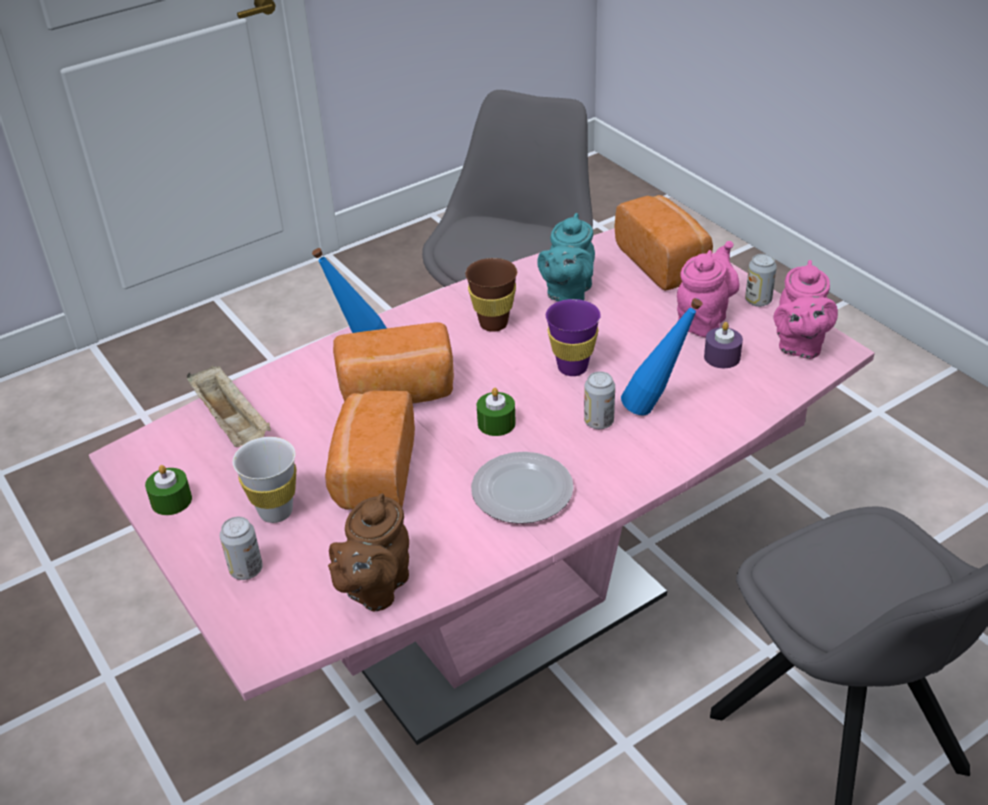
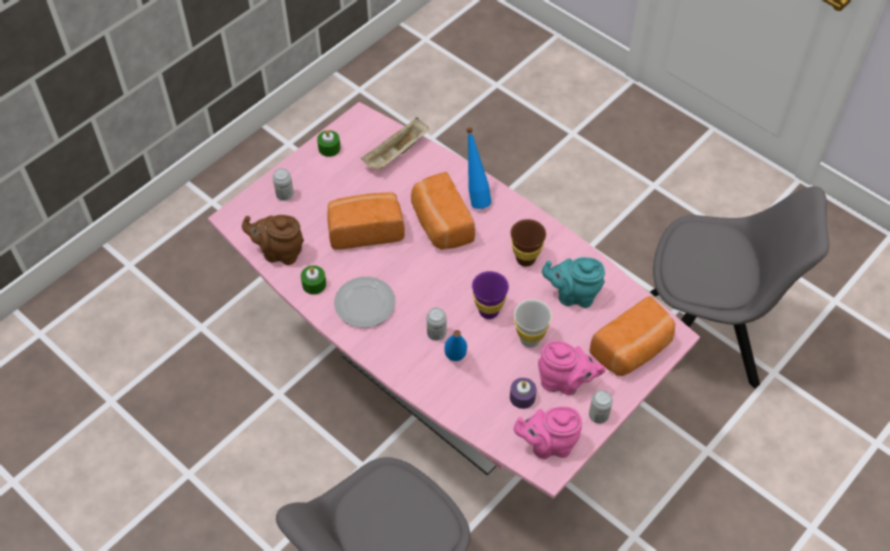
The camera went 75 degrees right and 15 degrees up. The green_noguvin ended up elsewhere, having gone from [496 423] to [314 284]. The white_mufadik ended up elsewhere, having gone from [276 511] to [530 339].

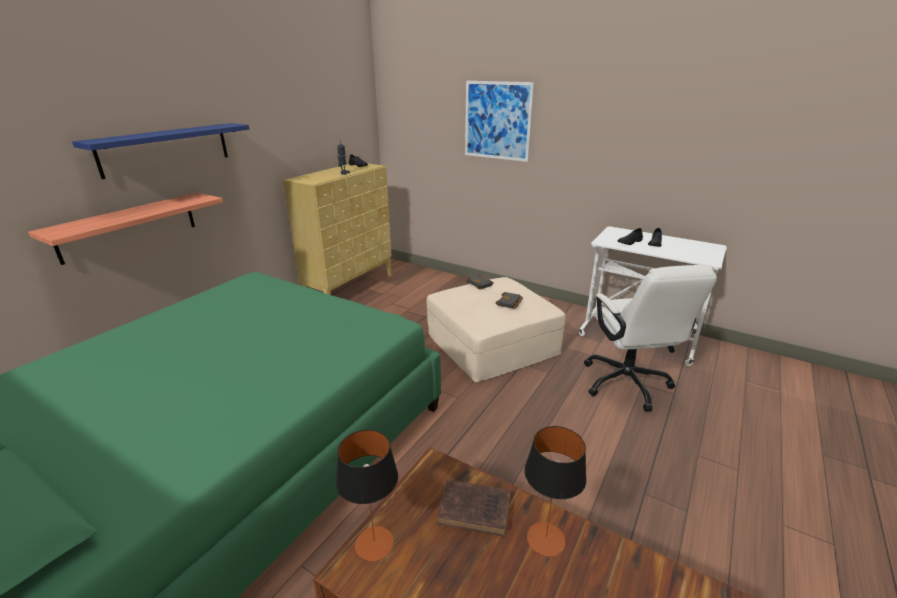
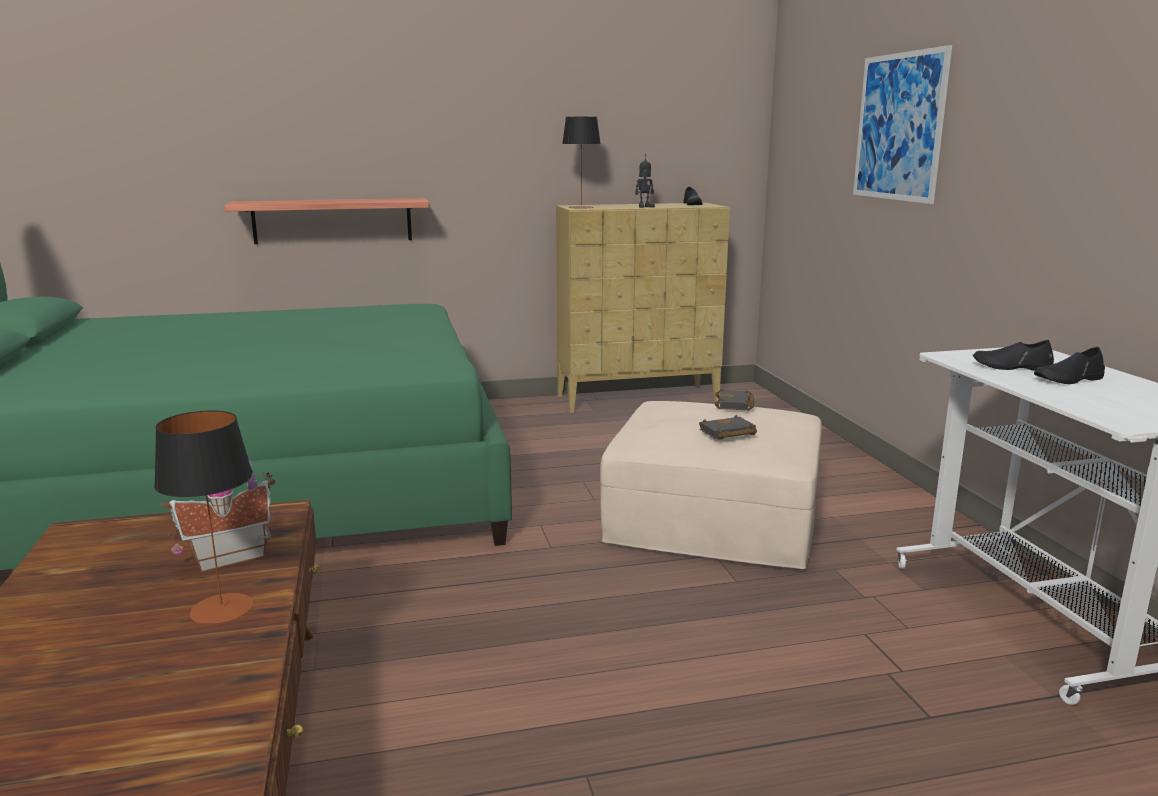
The camera went 45 degrees right and 10 degrees down. The second view lost the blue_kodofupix at [166 149]. The second view lost the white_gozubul at [628 386]. The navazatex ended up elsewhere, having gone from [374 543] to [581 207]. Where the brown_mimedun stood at [476 510], the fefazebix came to stand at [227 557].

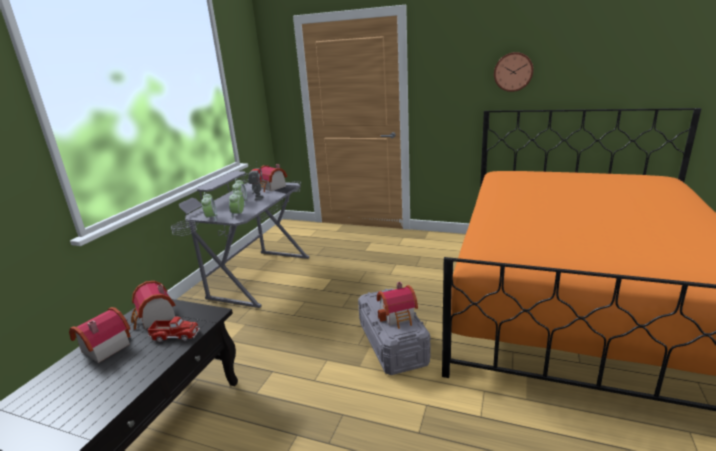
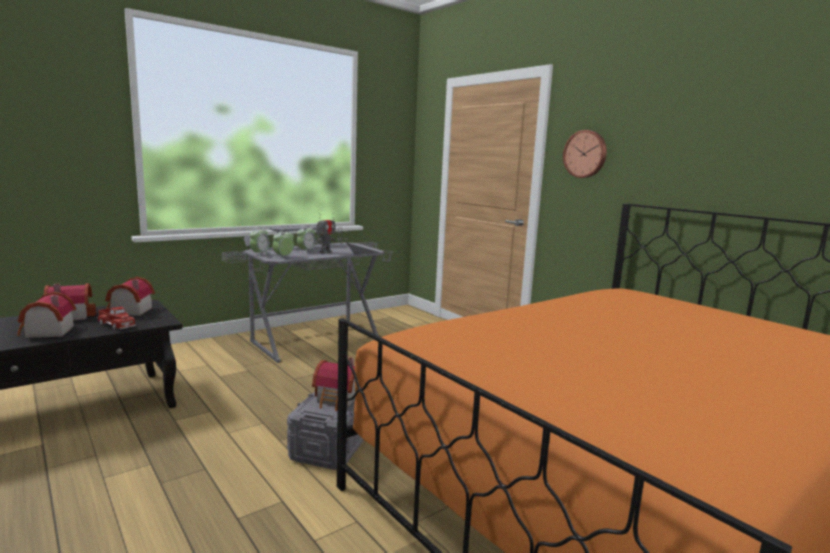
The camera went 30 degrees right and 10 degrees down. The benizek ended up elsewhere, having gone from [513 72] to [585 154]. The fefazebix ended up elsewhere, having gone from [272 187] to [46 332].

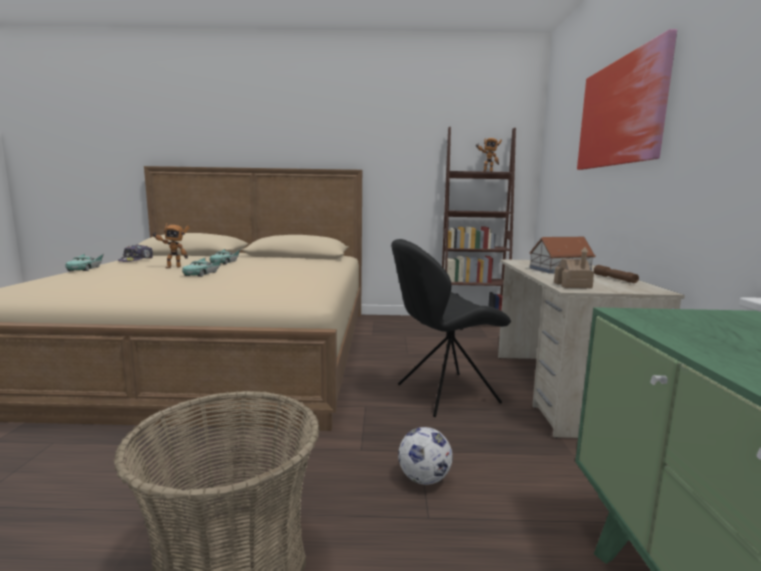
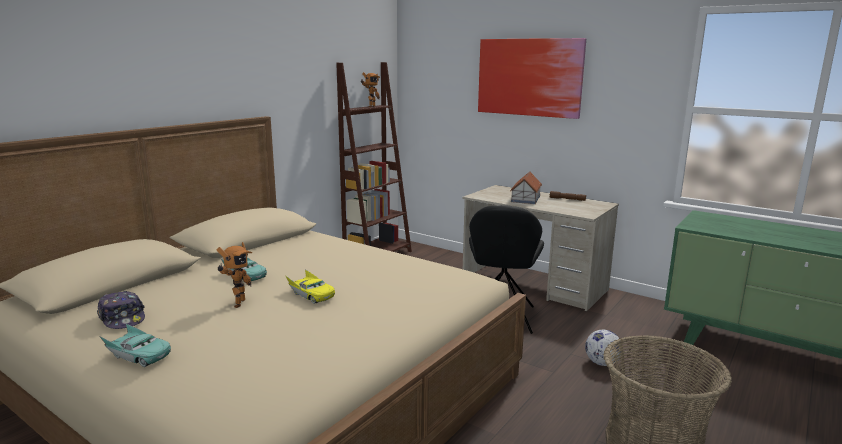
The camera went 55 degrees left and 5 degrees up. The second view lost the fefazebix at [572 285]. What was the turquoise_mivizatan at [202 273] turned into the yellow_mivizatan at [311 295].

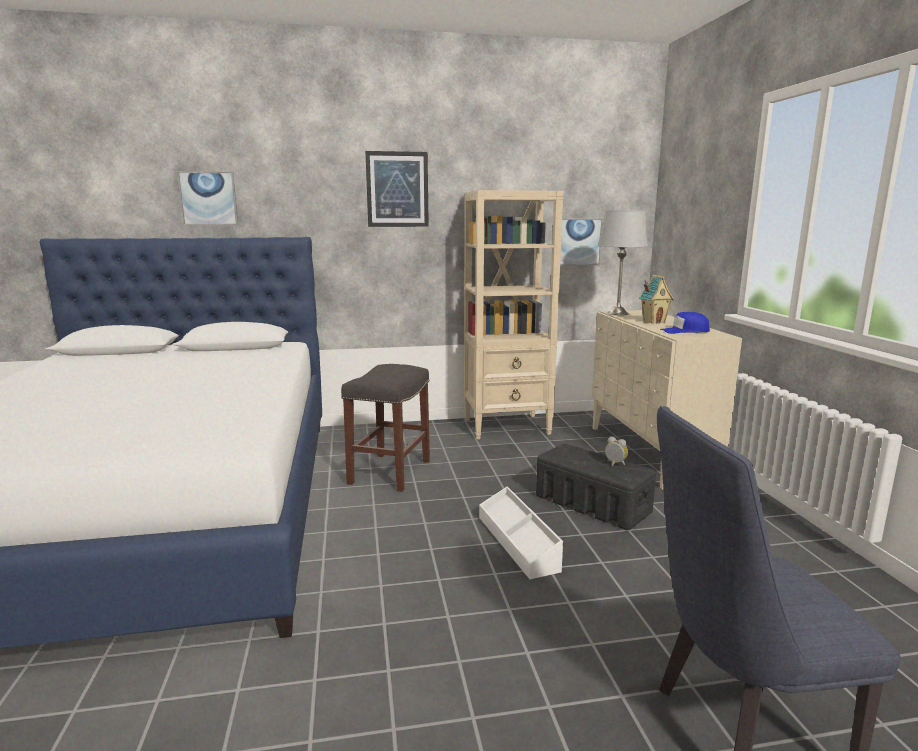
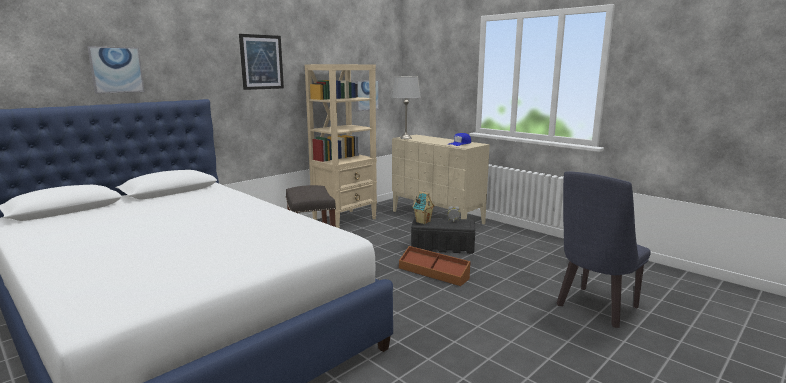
The camera went 35 degrees left and 0 degrees up. The fefazebix ended up elsewhere, having gone from [654 322] to [423 222]. What was the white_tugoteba at [518 542] turned into the brown_tugoteba at [433 273].

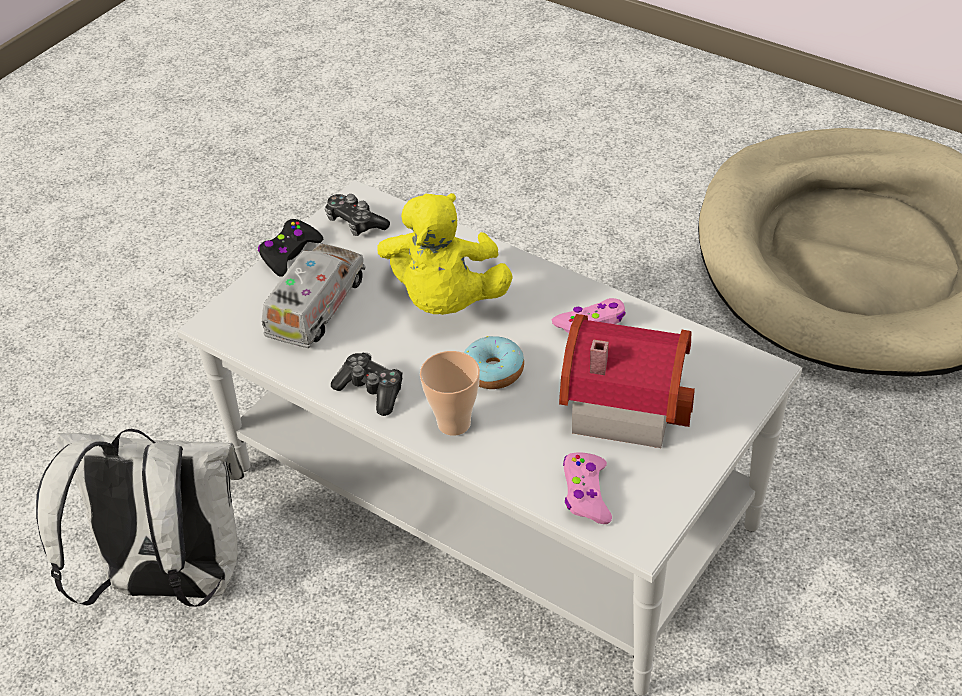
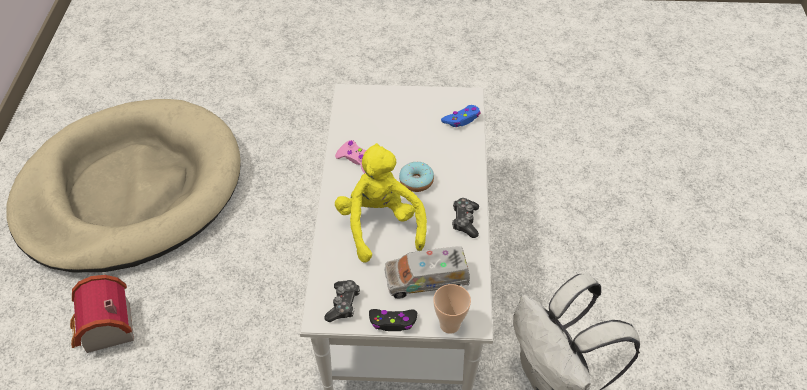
The camera went 125 degrees left and 5 degrees up. The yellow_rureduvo at [446 300] ended up facing another way, 75 degrees counterclockwise from before. The fefazebix ended up elsewhere, having gone from [622 401] to [104 330]. The mufadik ended up elsewhere, having gone from [454 423] to [450 324]. What was the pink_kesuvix at [586 494] turned into the blue_kesuvix at [462 119].

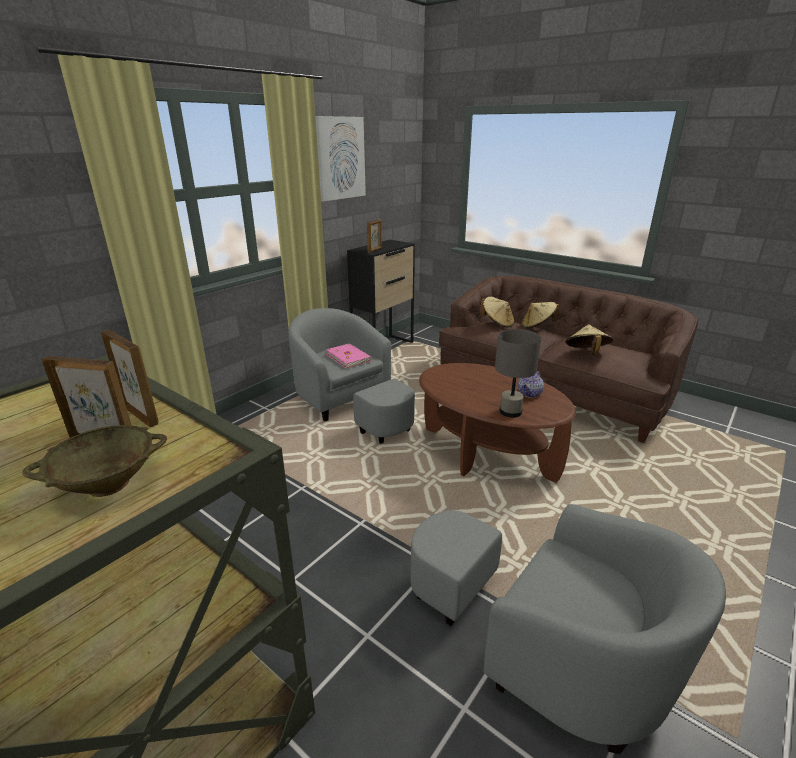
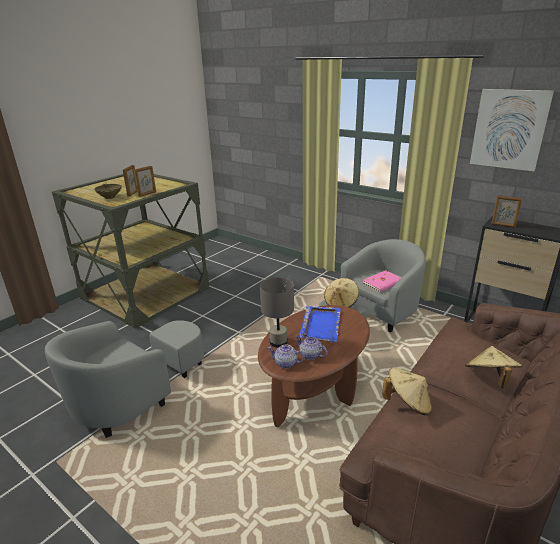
The camera went 90 degrees right and 0 degrees up. The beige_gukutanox ended up elsewhere, having gone from [497 323] to [341 303]. The second view gained the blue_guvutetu at [321 324]. The second view gained the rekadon at [286 363].

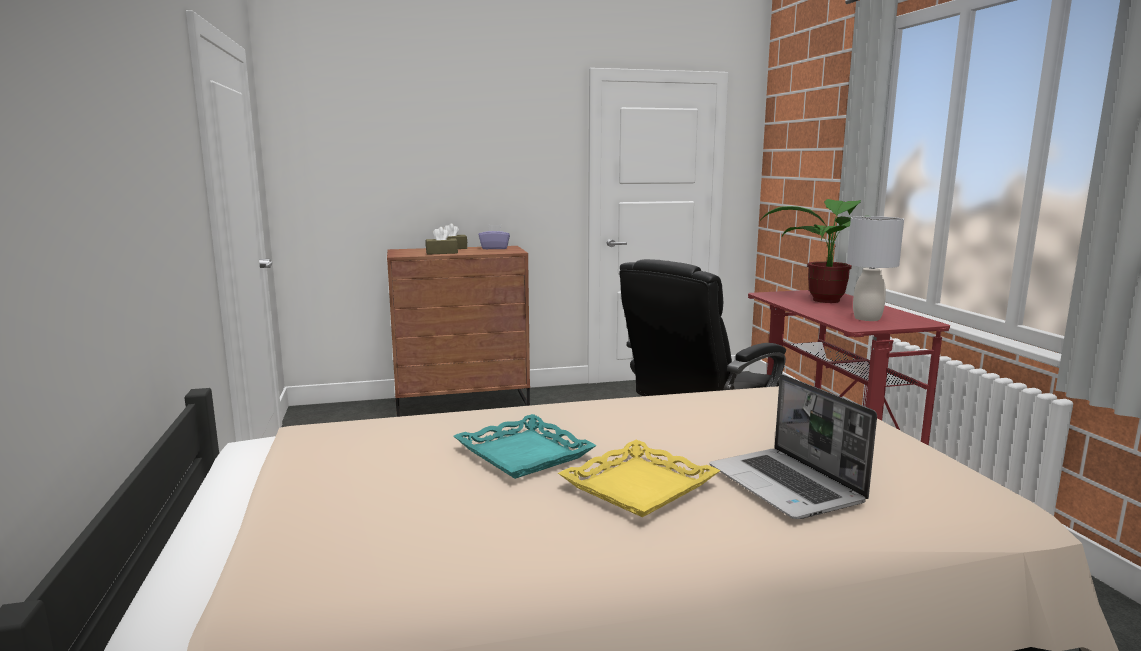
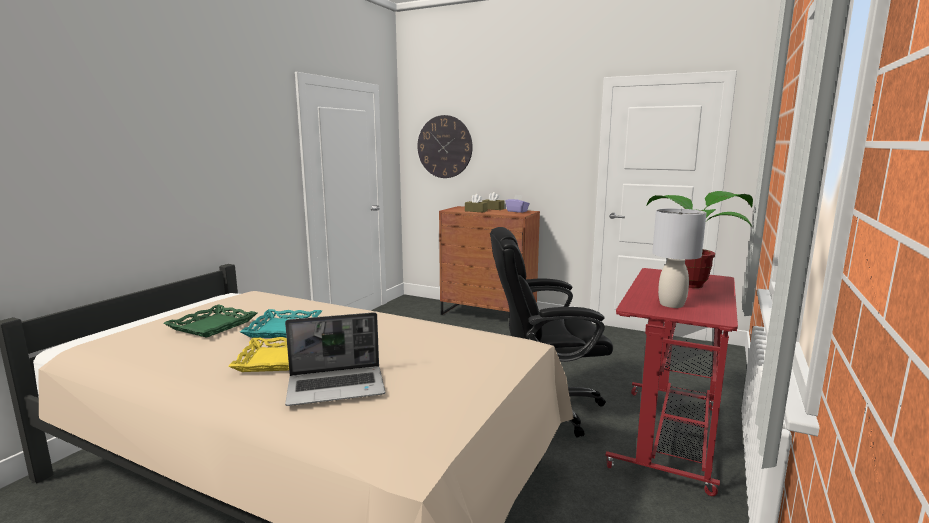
The camera went 40 degrees right and 0 degrees up. The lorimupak at [787 486] ended up facing another way, 120 degrees counterclockwise from before. The second view gained the benizek at [444 147]. The second view gained the green_guvutetu at [213 326].

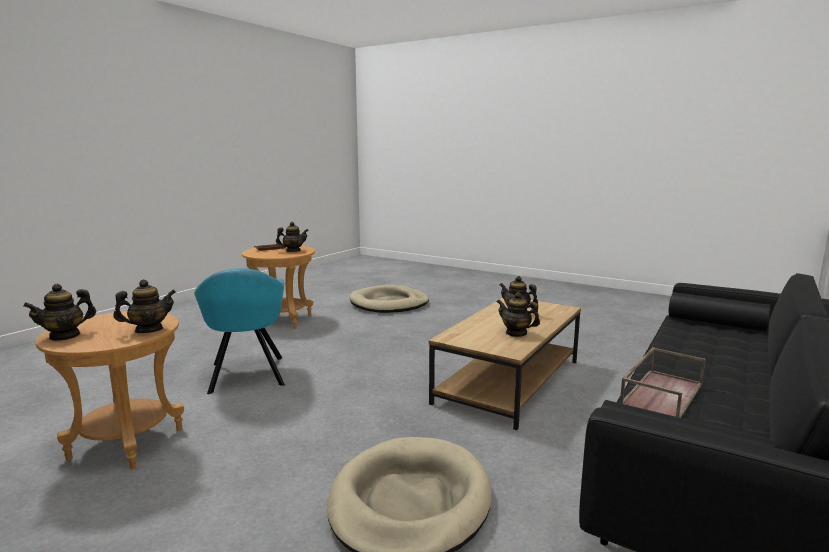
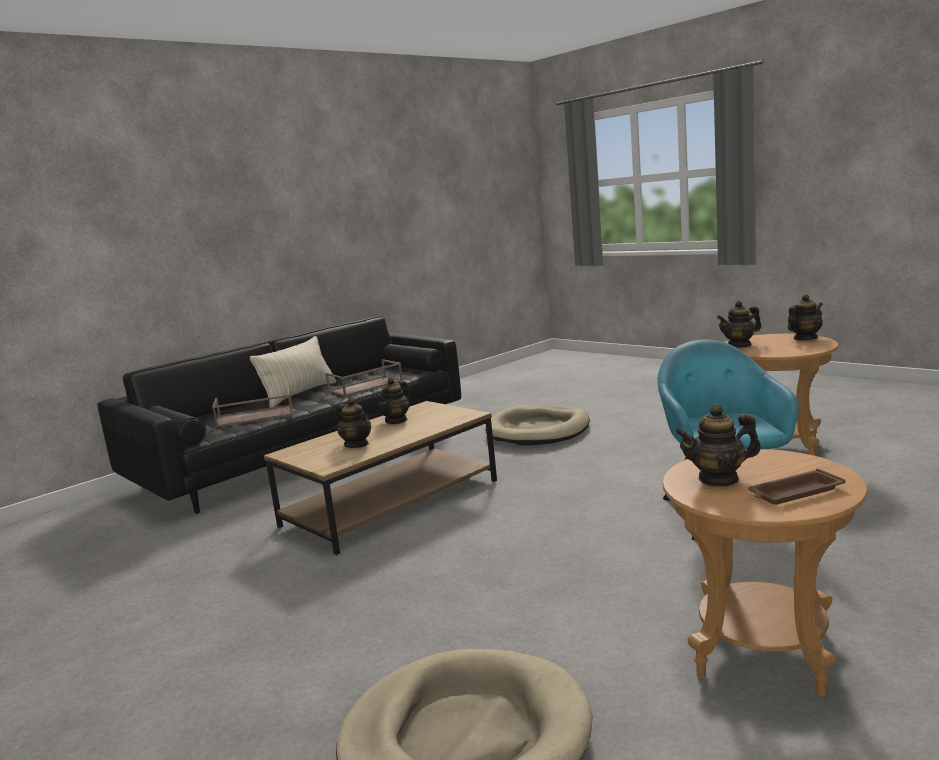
The camera went 165 degrees left and 0 degrees up. The rekadon at [516 333] ended up facing another way, 75 degrees clockwise from before. The second view gained the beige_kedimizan at [299 394]. The second view gained the brown_guvutetu at [254 416].

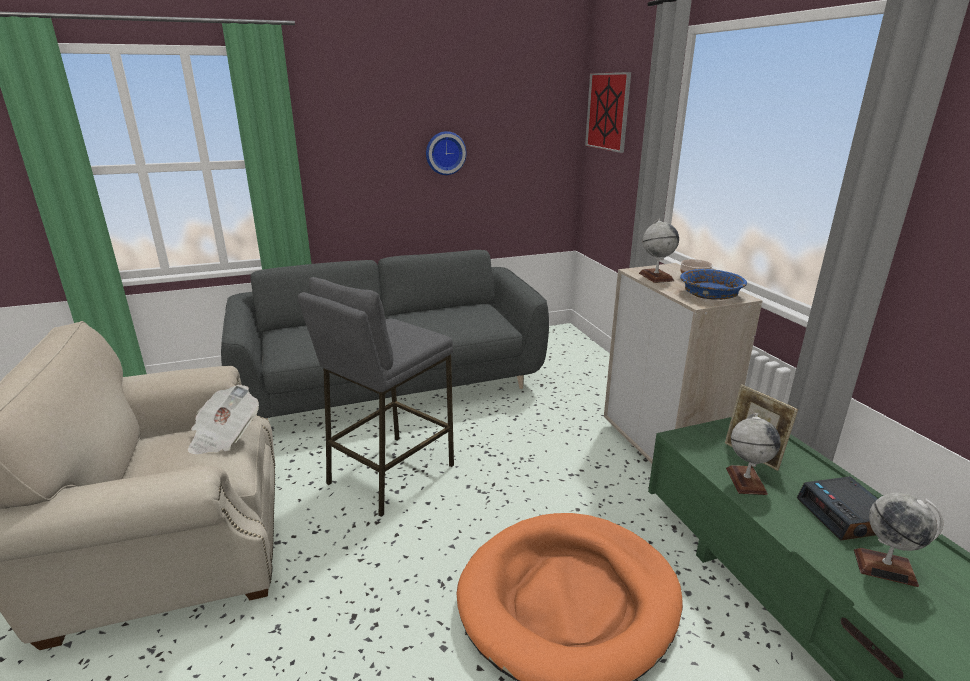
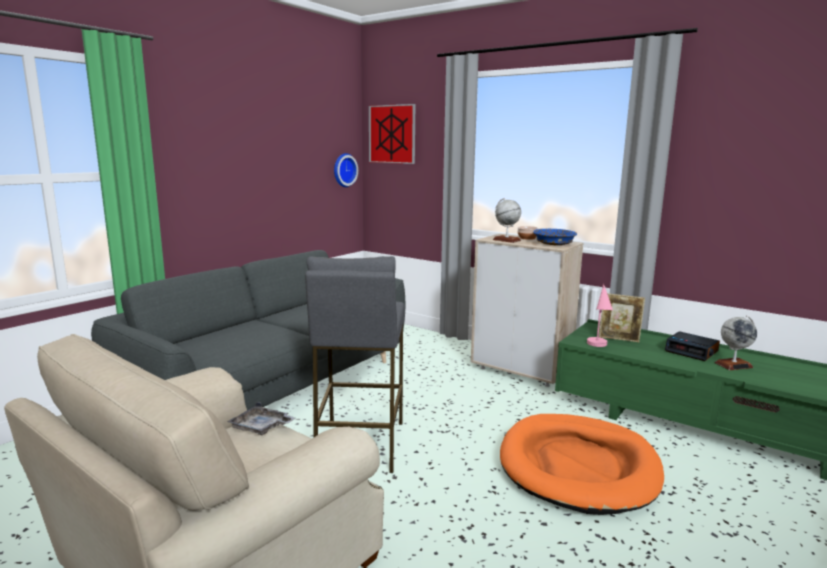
The camera went 35 degrees left and 10 degrees down. The benizek ended up elsewhere, having gone from [445 153] to [343 170]. Where the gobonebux stood at [224 436], the grey_guvutetu came to stand at [261 428]. The second view lost the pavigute at [745 481]. The second view gained the pink_navazatex at [598 346].

